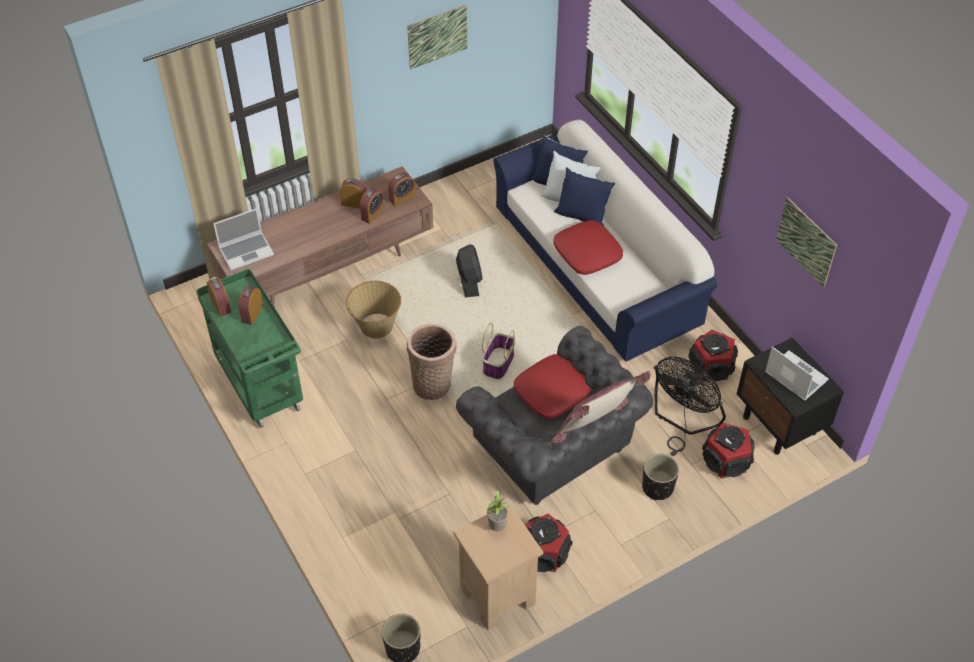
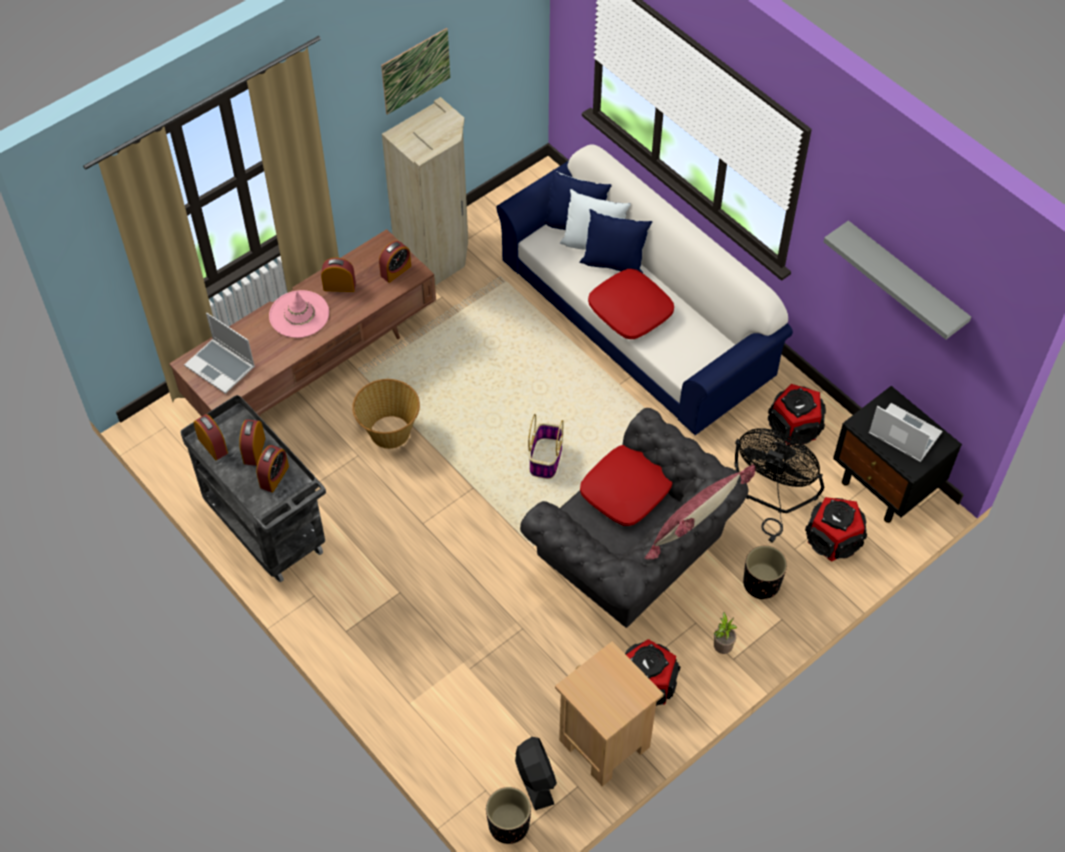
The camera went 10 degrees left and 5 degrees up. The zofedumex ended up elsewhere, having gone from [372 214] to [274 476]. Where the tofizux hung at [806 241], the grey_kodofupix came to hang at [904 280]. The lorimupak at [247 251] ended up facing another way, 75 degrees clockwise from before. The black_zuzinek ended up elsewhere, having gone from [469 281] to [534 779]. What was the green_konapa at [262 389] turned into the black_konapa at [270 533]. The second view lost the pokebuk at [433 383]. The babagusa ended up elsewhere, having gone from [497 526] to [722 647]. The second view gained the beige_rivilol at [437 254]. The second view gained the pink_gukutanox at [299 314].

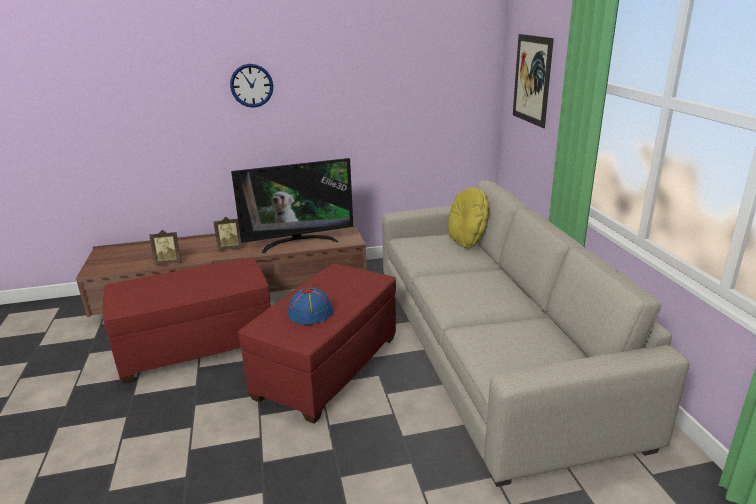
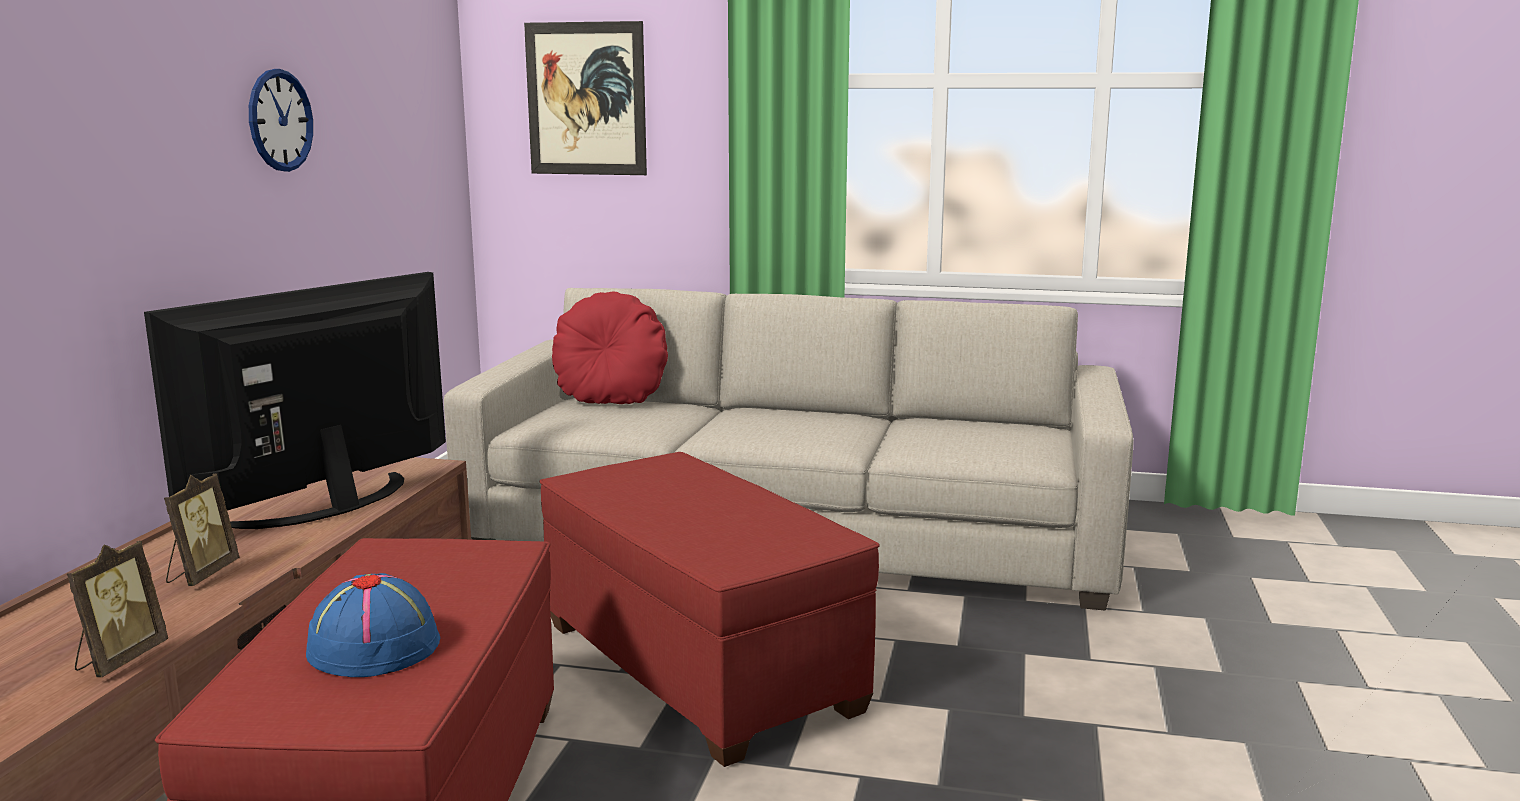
The camera went 65 degrees left and 10 degrees down. The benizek ended up elsewhere, having gone from [251 85] to [280 120]. The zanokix at [298 242] ended up facing another way, 150 degrees counterclockwise from before. What was the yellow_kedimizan at [467 242] turned into the red_kedimizan at [611 401]. The blue_gukutanox ended up elsewhere, having gone from [311 312] to [374 646].

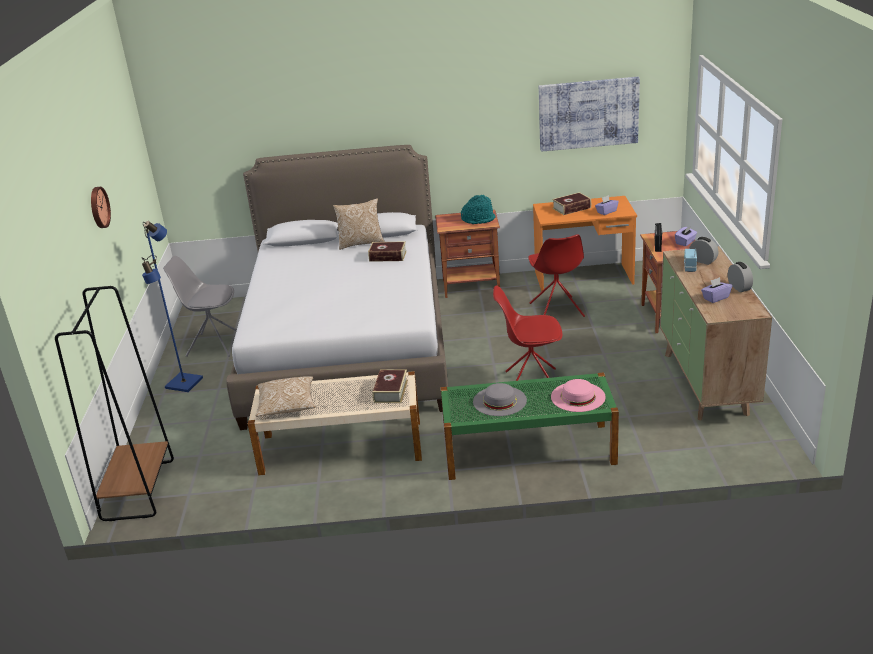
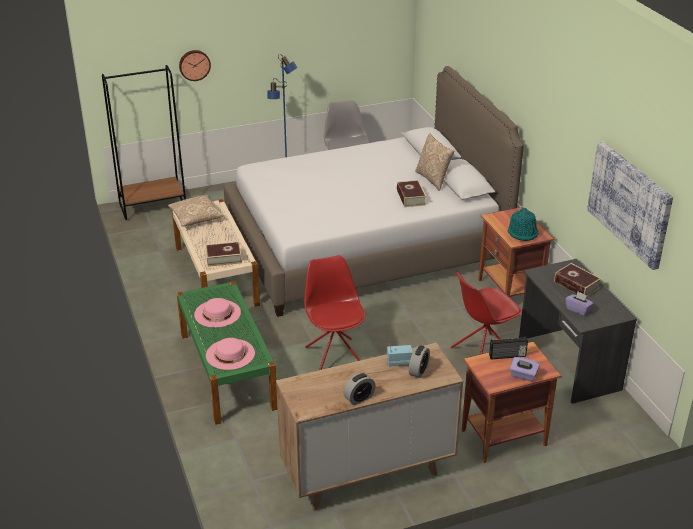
The camera went 70 degrees right and 5 degrees up. The benizek ended up elsewhere, having gone from [98 207] to [194 65]. What was the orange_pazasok at [584 278] turned into the grey_pazasok at [567 364]. The second view lost the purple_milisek at [715 298]. What was the grey_gukutanox at [500 401] turned into the pink_gukutanox at [217 313].

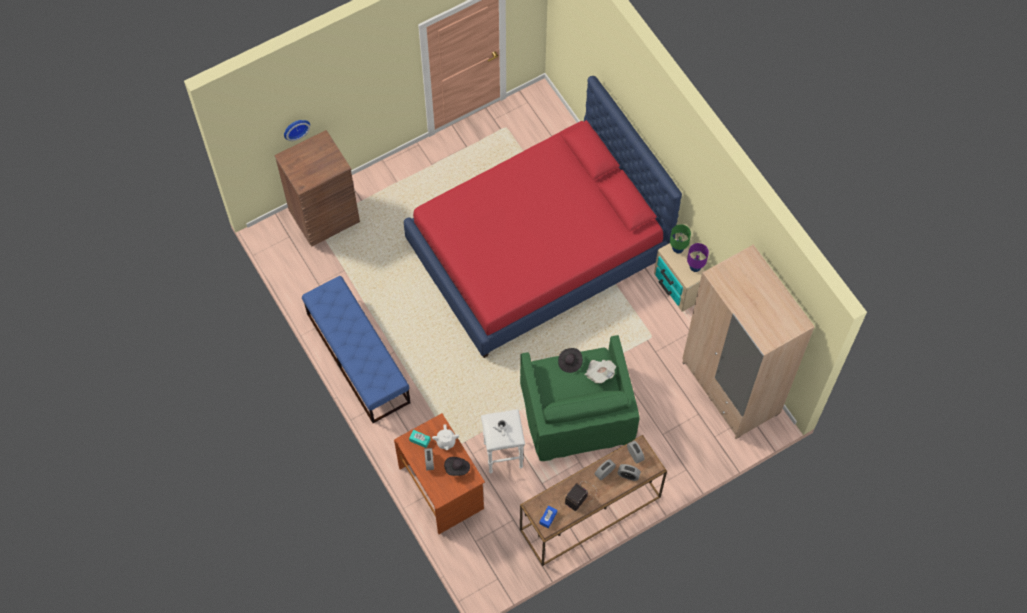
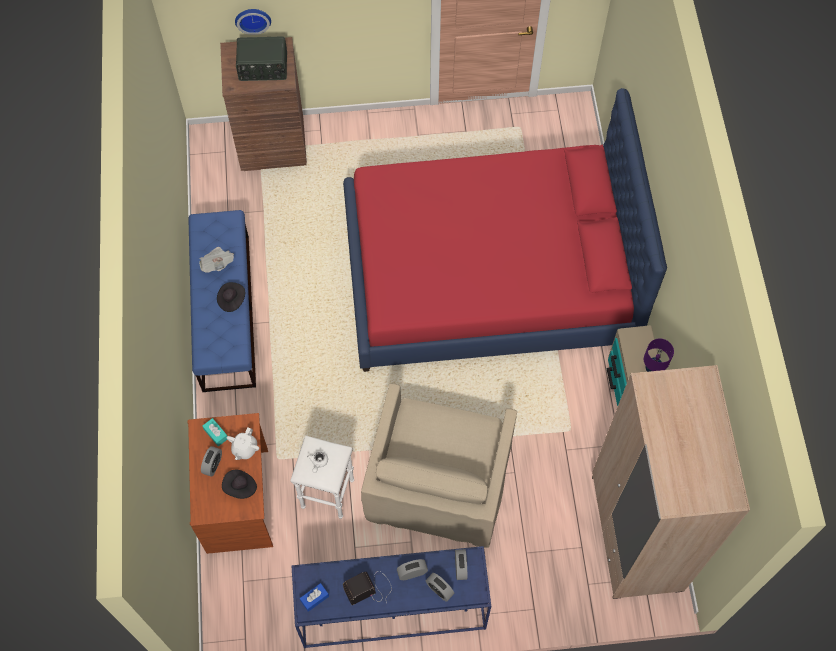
The camera went 25 degrees right and 0 degrees up. The second view lost the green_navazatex at [677 249]. What was the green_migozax at [577 411] turned into the beige_migozax at [438 479]. The black_gukutanox ended up elsewhere, having gone from [570 362] to [231 300]. The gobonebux ended up elsewhere, having gone from [599 373] to [217 264]. What was the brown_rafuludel at [590 515] turned into the blue_rafuludel at [391 611]. The second view gained the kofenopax at [263 68].

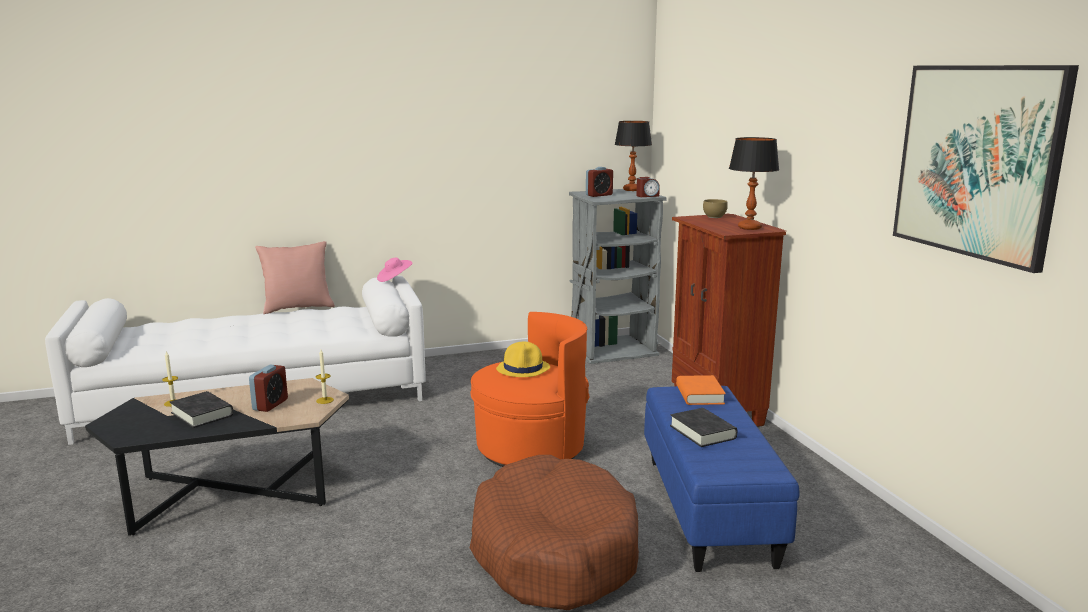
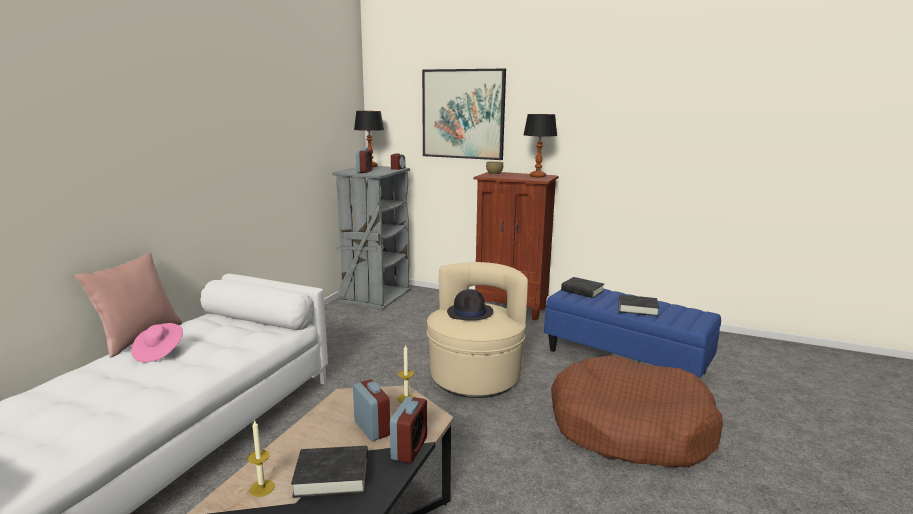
The camera went 50 degrees left and 0 degrees up. The tofizux ended up elsewhere, having gone from [977 161] to [463 114]. The pink_gukutanox ended up elsewhere, having gone from [394 279] to [159 352]. What was the orange_migozax at [529 448] turned into the beige_migozax at [475 376]. What was the yellow_gukutanox at [523 369] turned into the black_gukutanox at [470 312]. What was the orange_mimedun at [699 395] turned into the black_mimedun at [582 291]. The second view gained the zofedumex at [409 448].

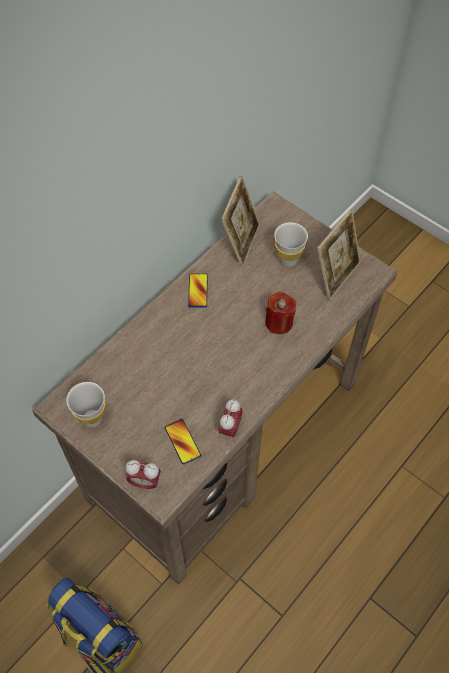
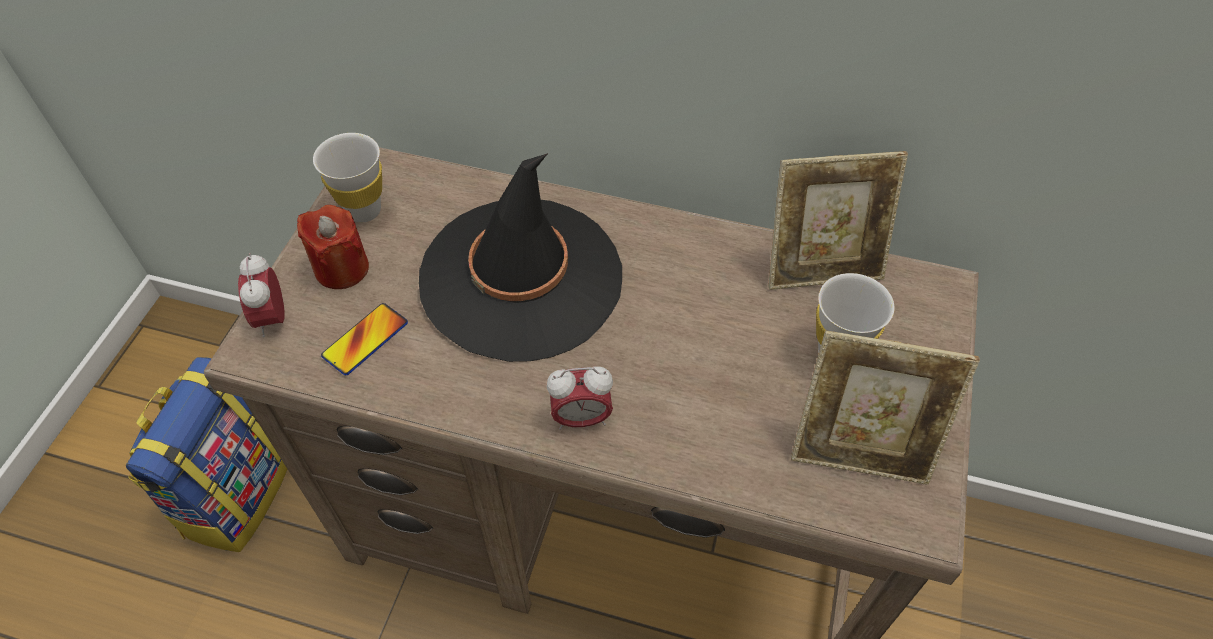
The camera went 65 degrees right and 5 degrees down. The second view lost the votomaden at [198 291]. The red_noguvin ended up elsewhere, having gone from [279 322] to [342 268]. The zofedumex ended up elsewhere, having gone from [230 428] to [581 418]. The second view gained the black_gukutanox at [521 278].

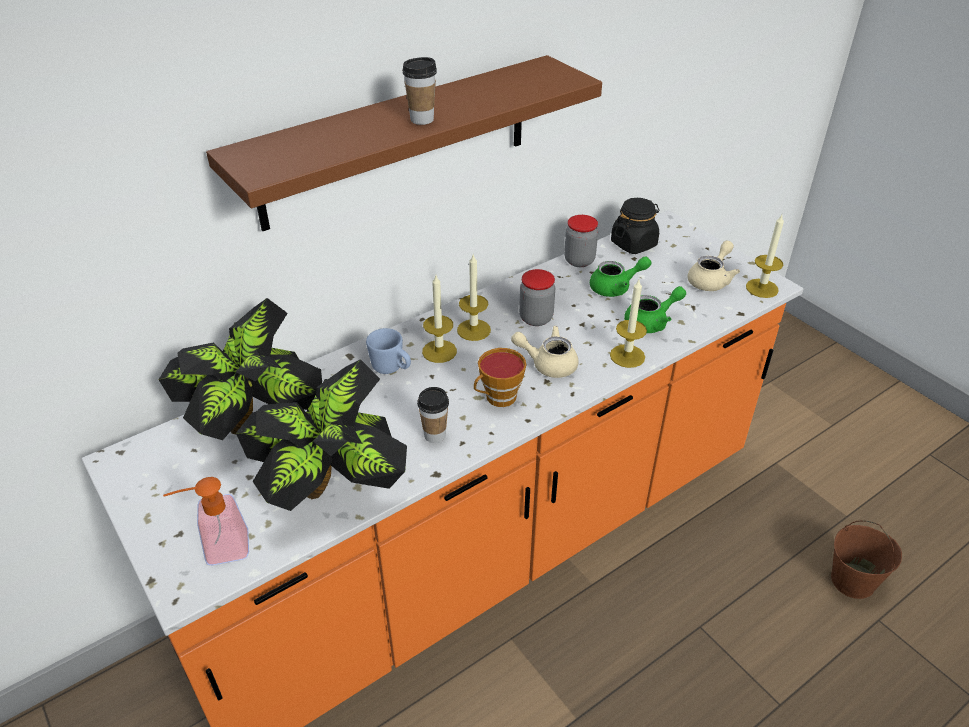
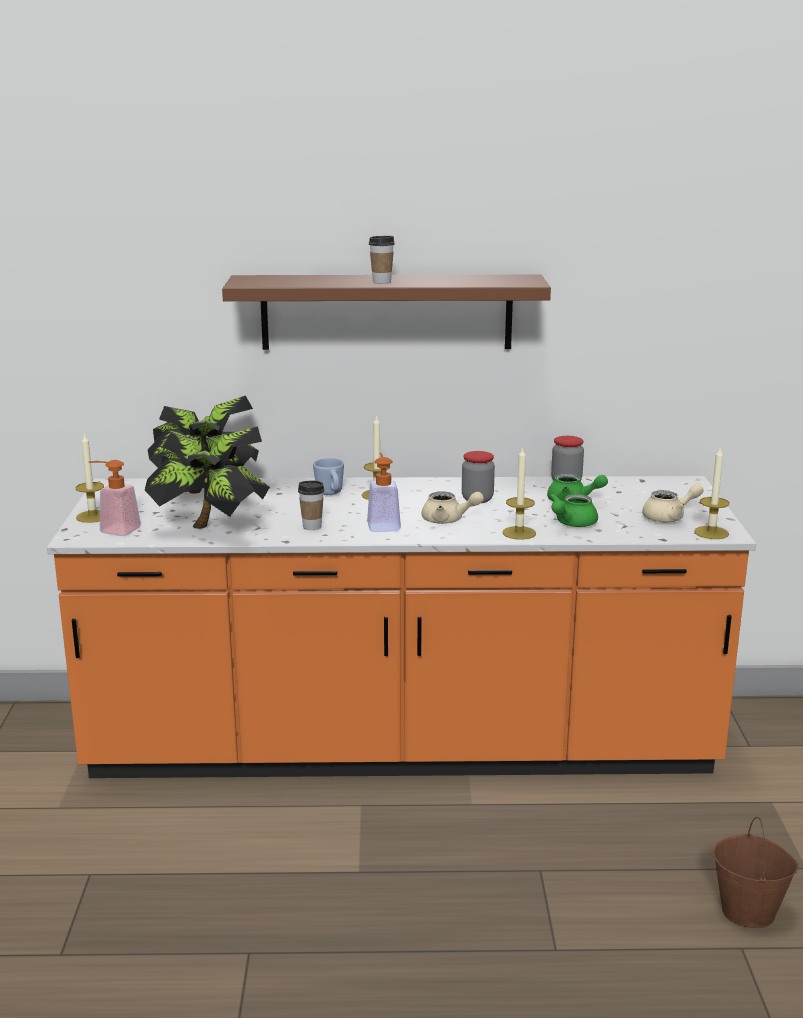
The camera went 35 degrees right and 20 degrees down. The second view lost the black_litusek at [633 244]. The noguvin ended up elsewhere, having gone from [473 330] to [92 516]. The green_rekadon at [651 322] ended up facing another way, 120 degrees clockwise from before. The beige_rekadon at [548 364] ended up facing another way, 150 degrees clockwise from before. Where the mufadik stood at [498 398], the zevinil came to stand at [383 524].

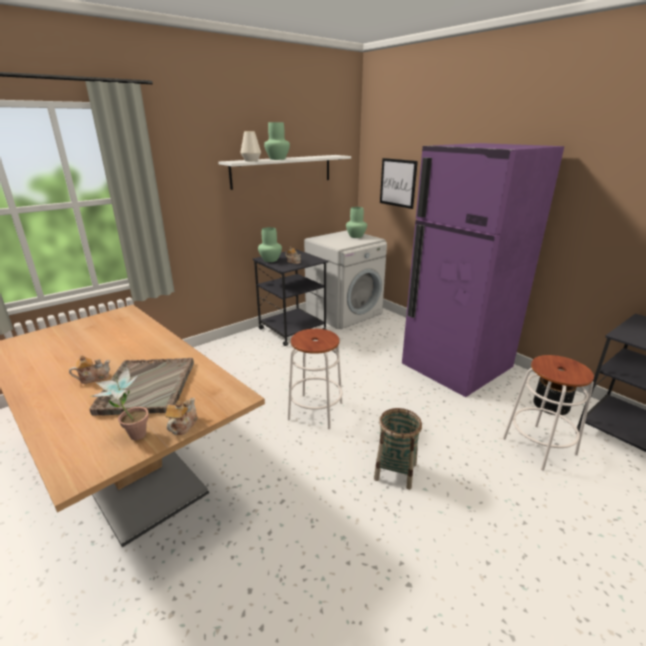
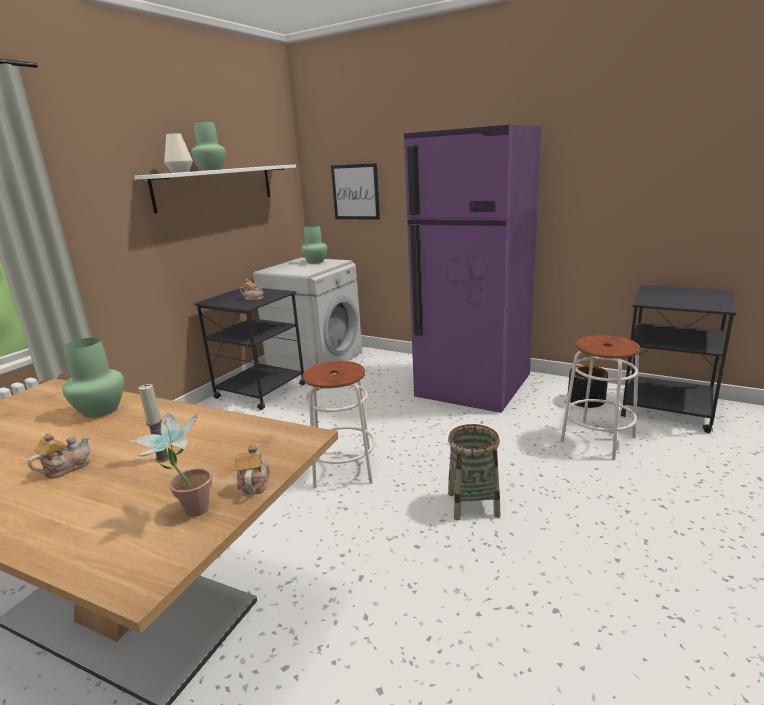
The camera went 20 degrees left and 5 degrees down. The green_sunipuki ended up elsewhere, having gone from [270 260] to [100 410]. Where the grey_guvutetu stood at [146 387], the noguvin came to stand at [162 458].

